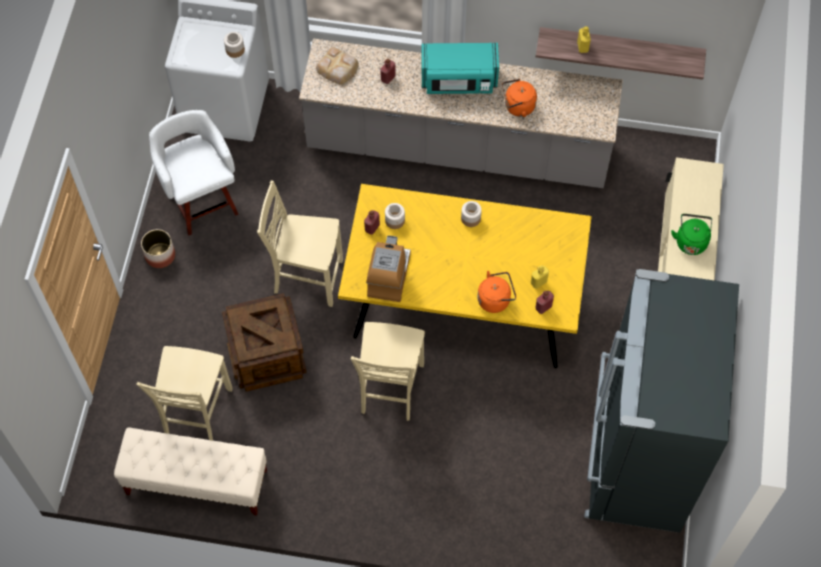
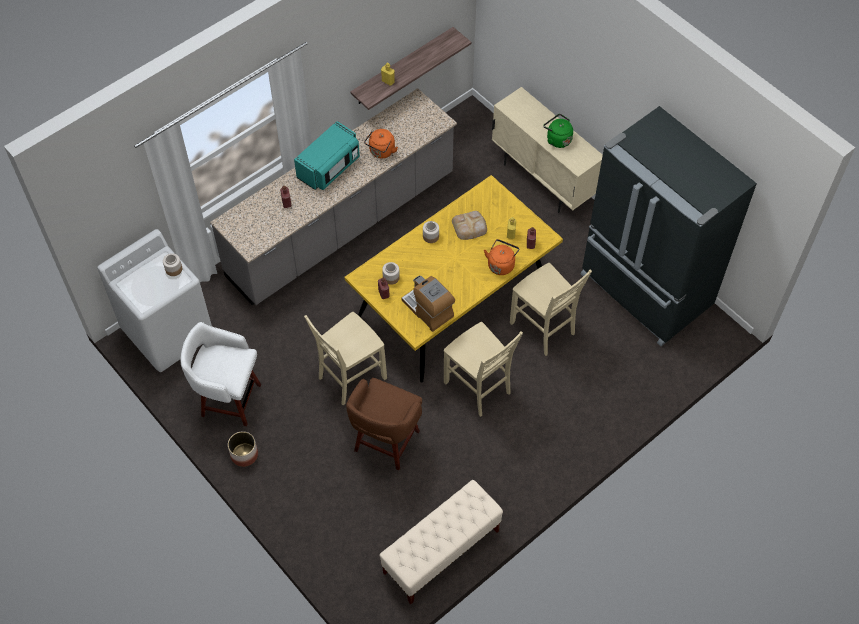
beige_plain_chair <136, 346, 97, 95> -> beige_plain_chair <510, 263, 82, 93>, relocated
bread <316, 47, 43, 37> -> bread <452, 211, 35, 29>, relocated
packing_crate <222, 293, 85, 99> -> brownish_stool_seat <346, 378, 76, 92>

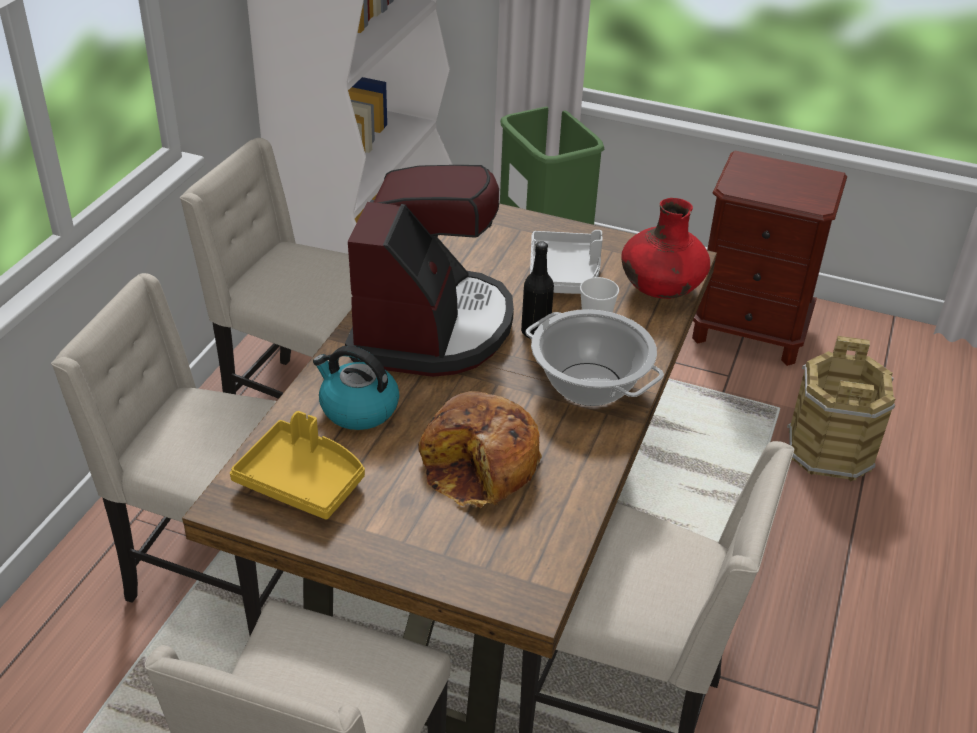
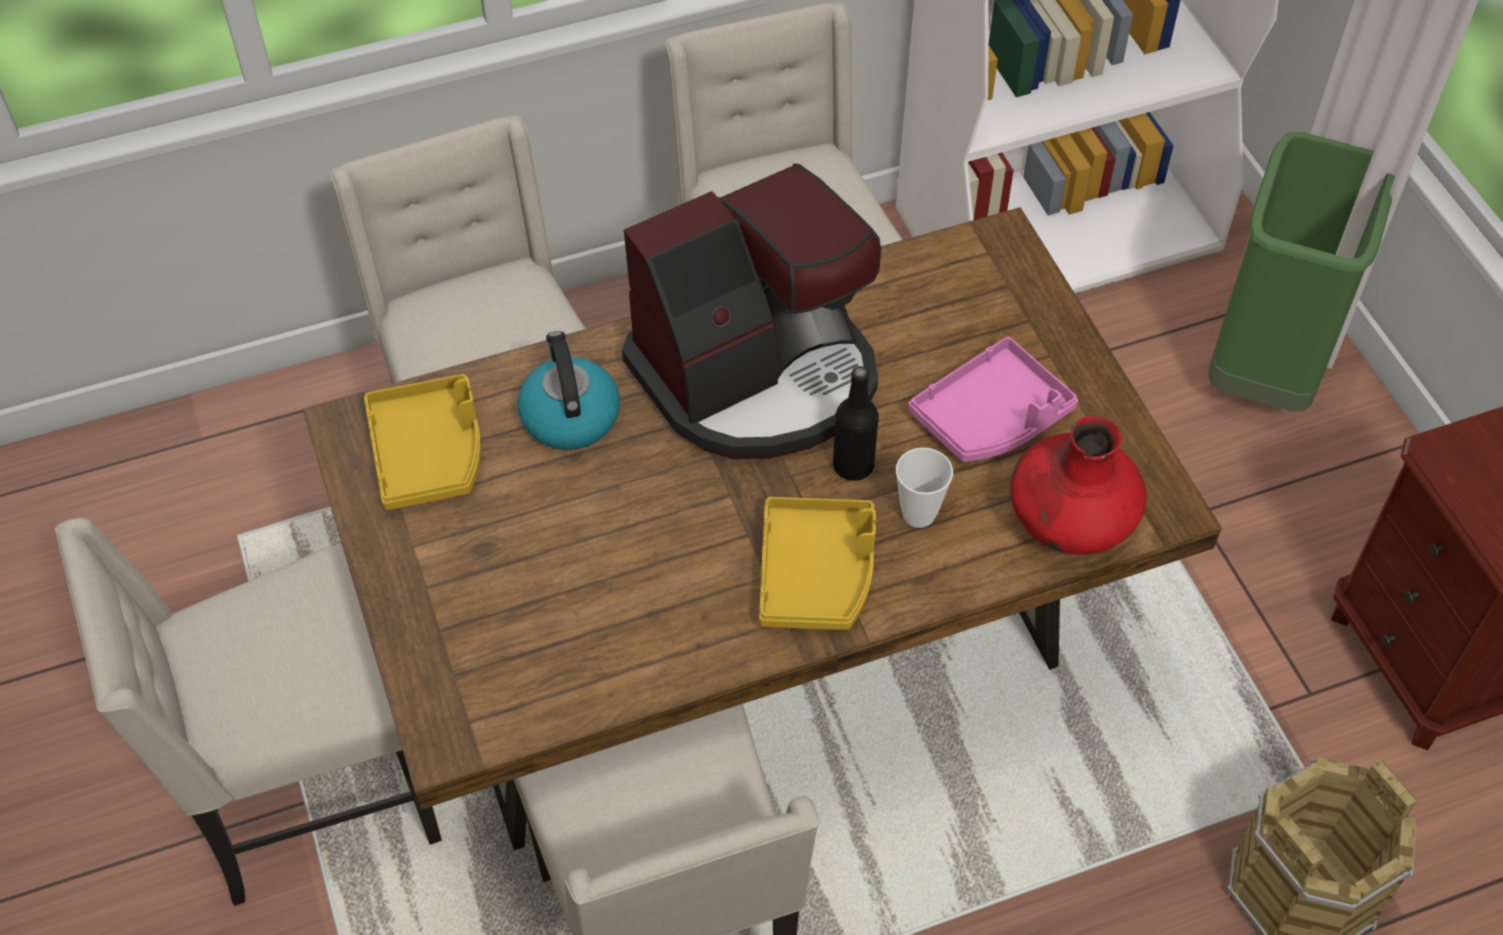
bread <418, 391, 124, 117> -> none
saucepot <525, 309, 139, 97> -> yellow-coloured_carrying_tray <759, 497, 117, 133>
greyish_carrying_tray <530, 230, 73, 64> -> pink-coloured_carrying_tray <908, 337, 170, 125>

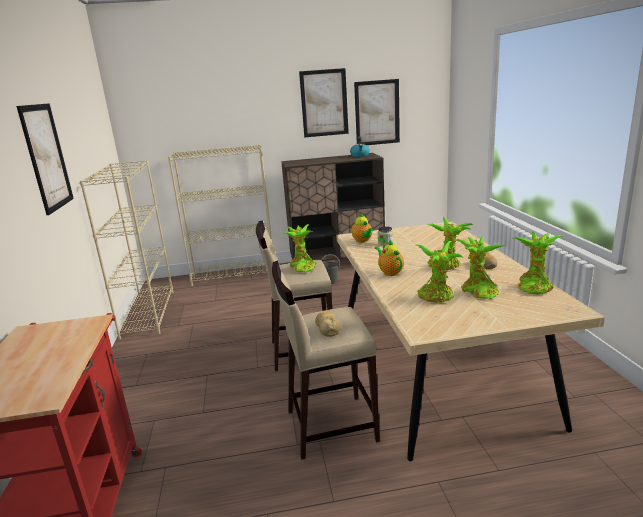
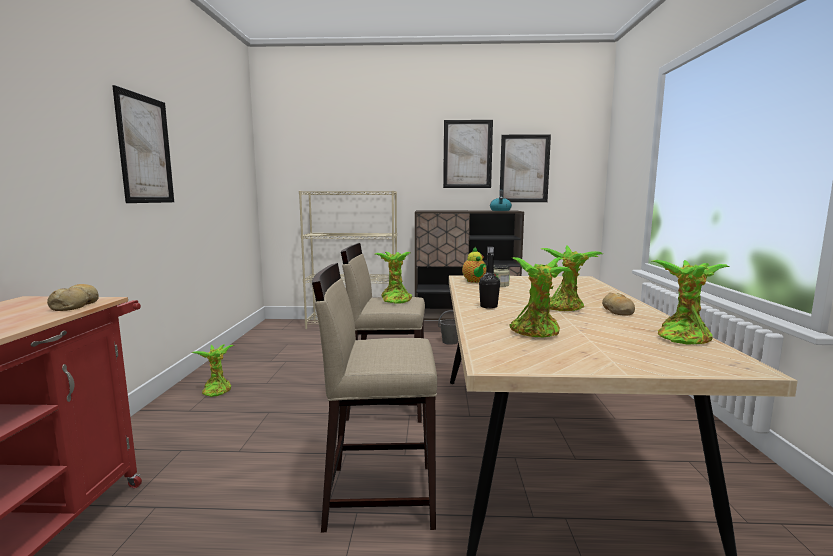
beige_shelving_unit <80, 160, 94, 180> -> none
bread <315, 311, 26, 26> -> bread <47, 284, 52, 27>, relocated
potted_plant <456, 236, 48, 63> -> potted_plant <192, 344, 43, 53>, relocated
teapot <375, 239, 29, 37> -> blackish_bottle <479, 247, 21, 62>

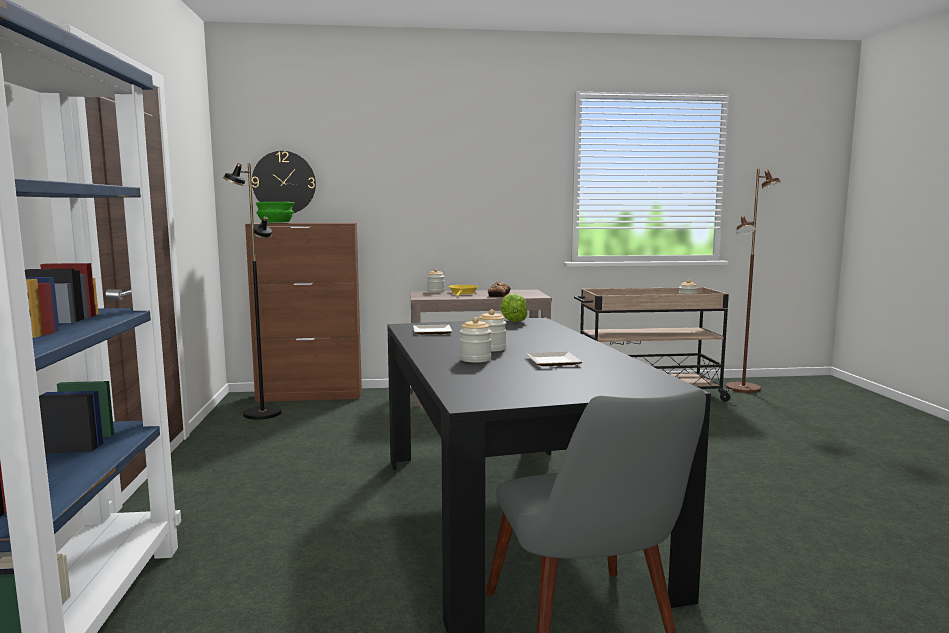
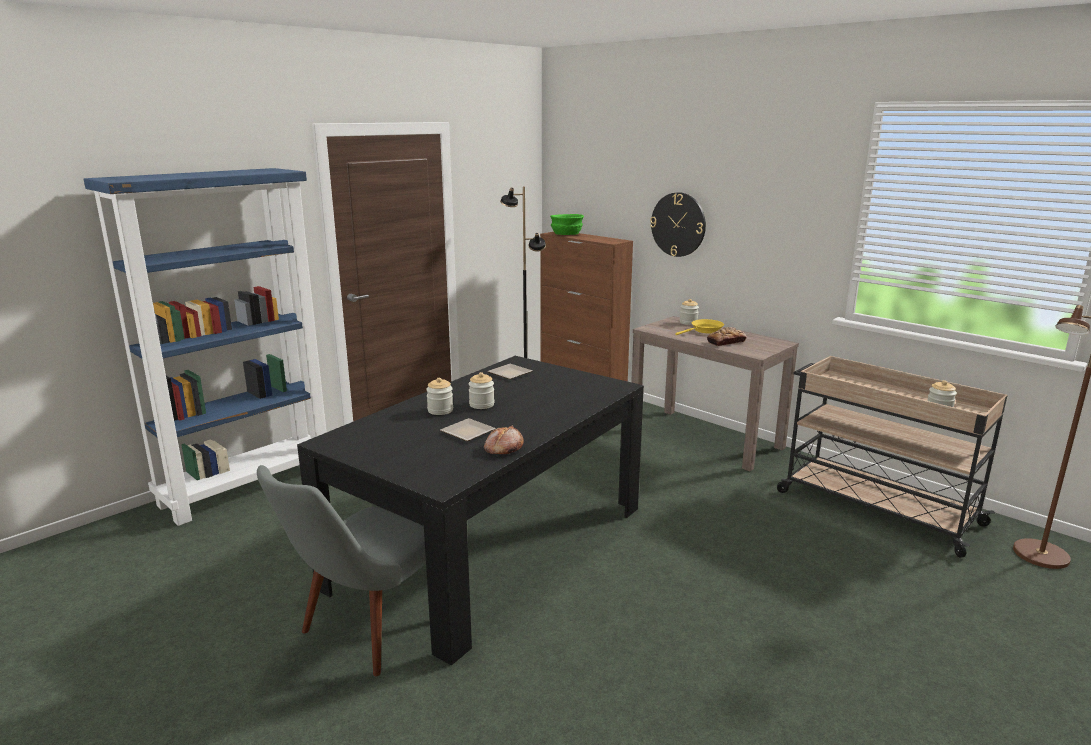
lettuce <500, 293, 28, 29> -> none
none -> bread <484, 426, 40, 28>
wall_clock <252, 151, 64, 62> -> wall_clock <650, 192, 56, 65>, relocated

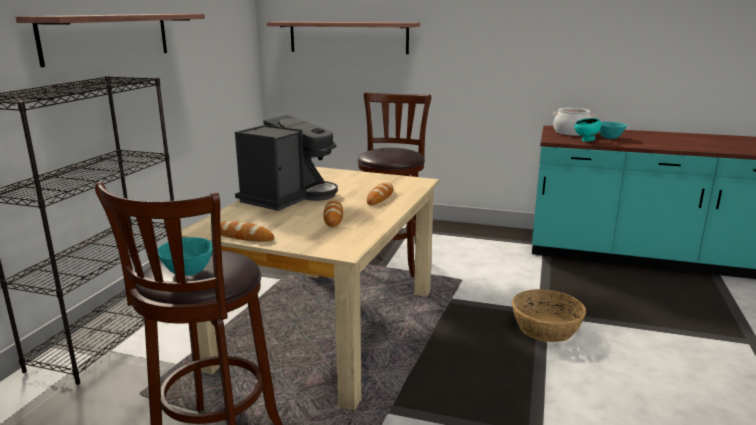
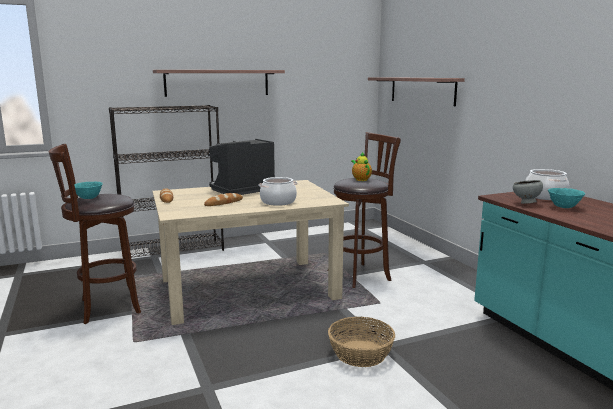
none -> teapot <351, 152, 21, 29>
bread <367, 183, 26, 22> -> saucepot <258, 177, 39, 29>
blue-green_bowl <574, 118, 27, 24> -> greyish_bowl <513, 180, 30, 24>
coffee_maker <235, 115, 103, 96> -> coffee_maker <208, 139, 67, 56>, 150 degrees clockwise

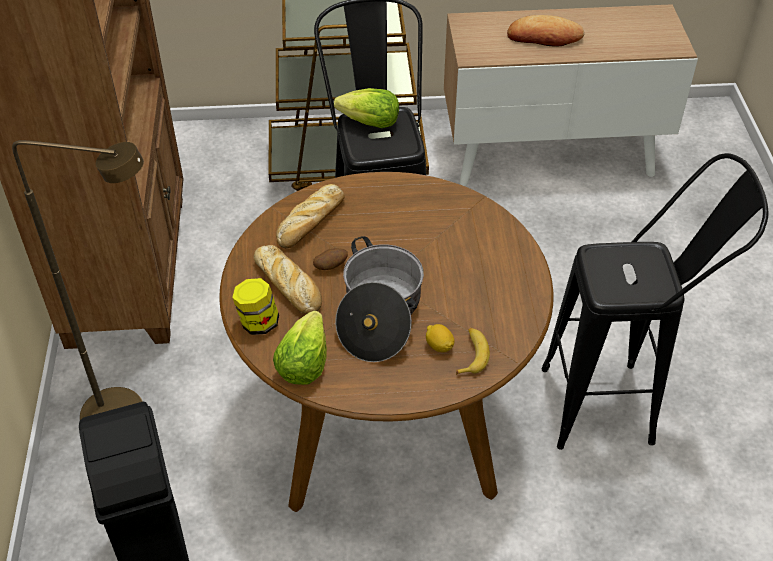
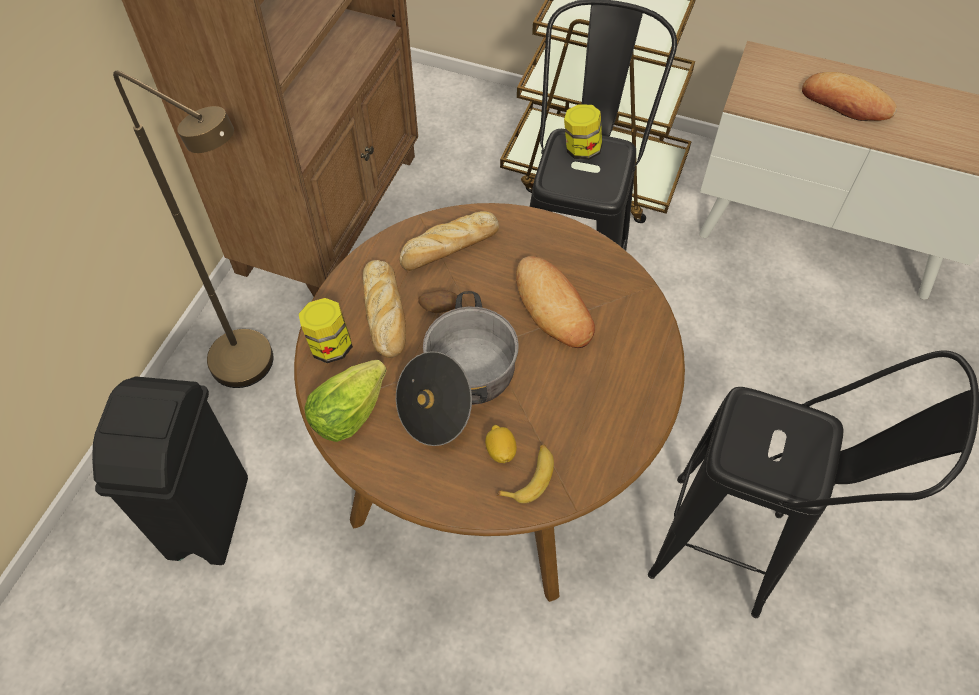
none -> bread <516, 256, 79, 92>
lettuce <334, 88, 65, 40> -> jar <564, 104, 38, 56>

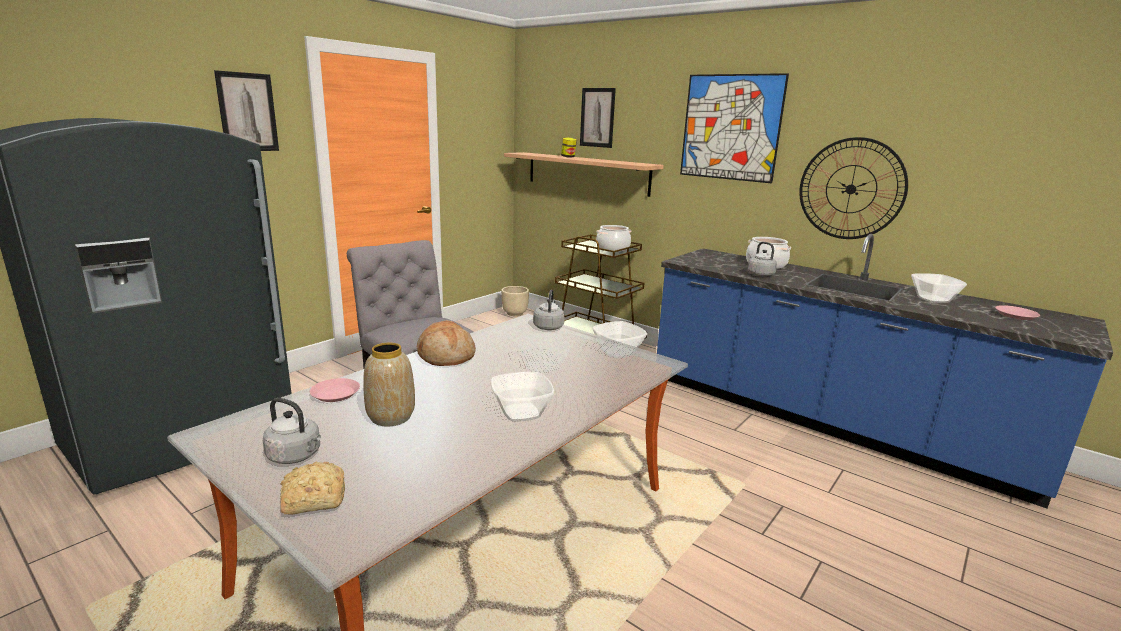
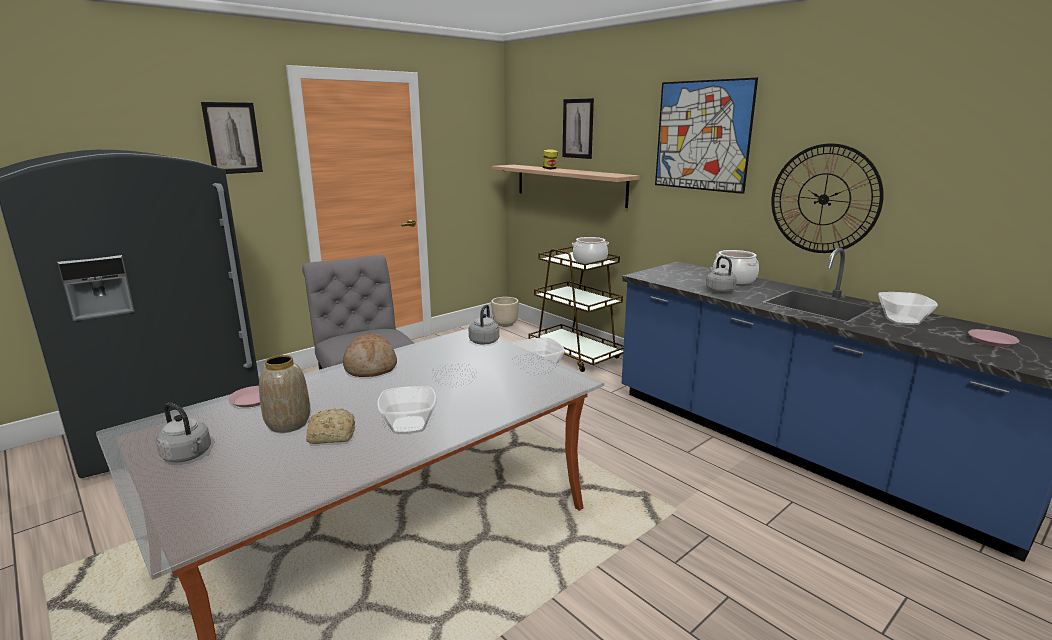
bread <280, 462, 65, 53> -> bread <306, 408, 49, 36>, relocated

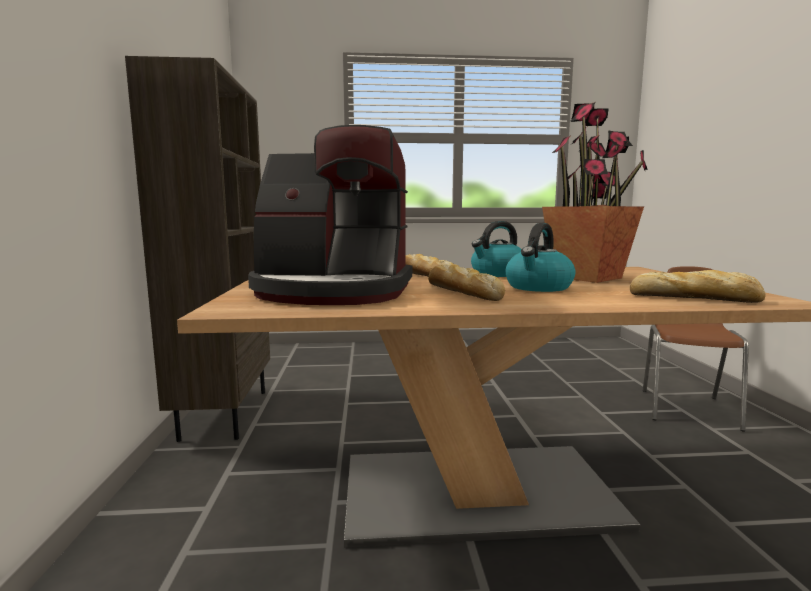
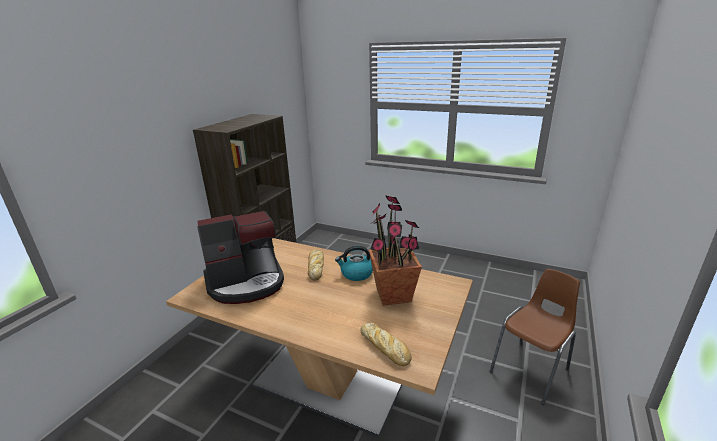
bread <428, 264, 77, 37> -> none
tea_kettle <505, 223, 71, 69> -> none
coffee_maker <248, 125, 164, 180> -> coffee_maker <197, 211, 87, 93>, 60 degrees counterclockwise

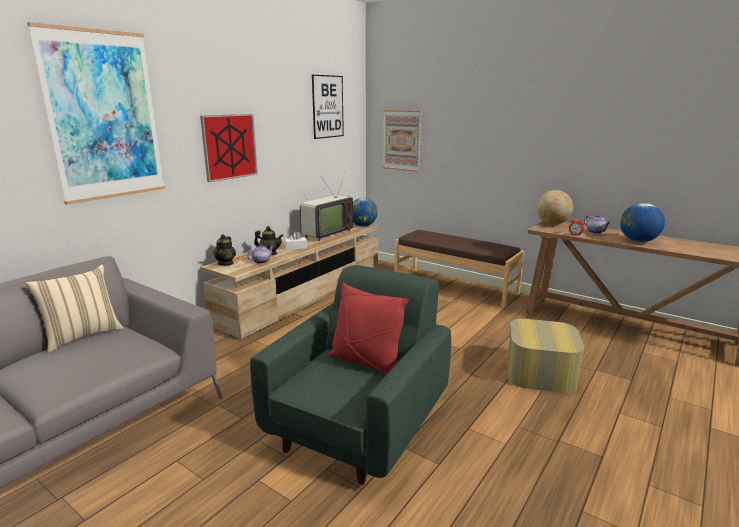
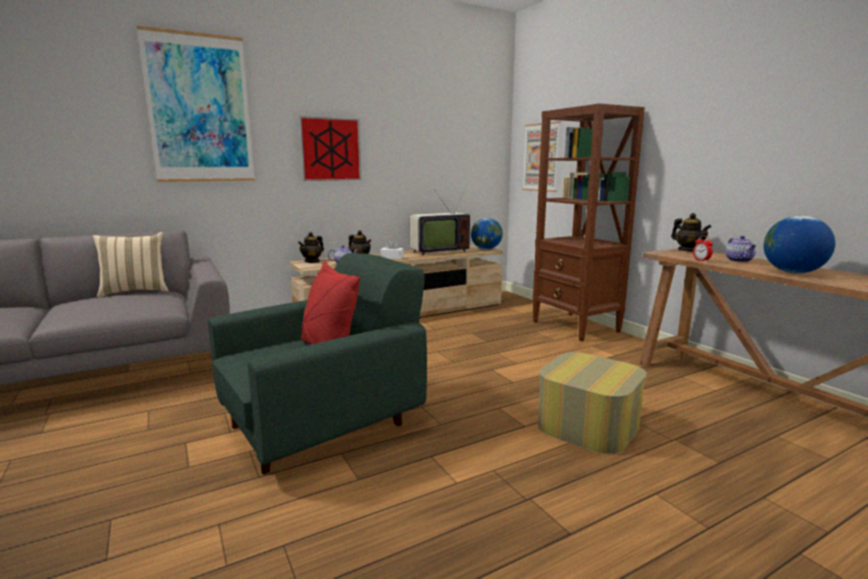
wall_picture <312, 75, 32, 64> -> none
brownish_long_seat <395, 230, 129, 78> -> brownish_shelving_unit <532, 103, 113, 239>
globe <536, 190, 37, 35> -> teapot <671, 213, 40, 39>

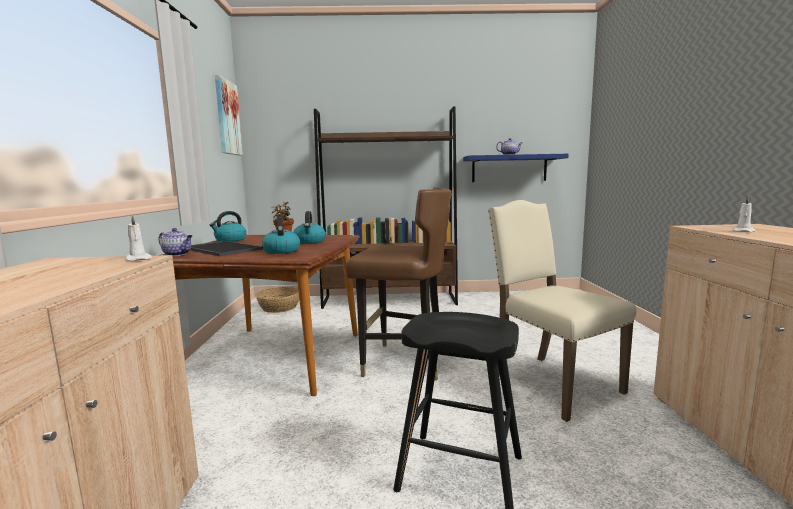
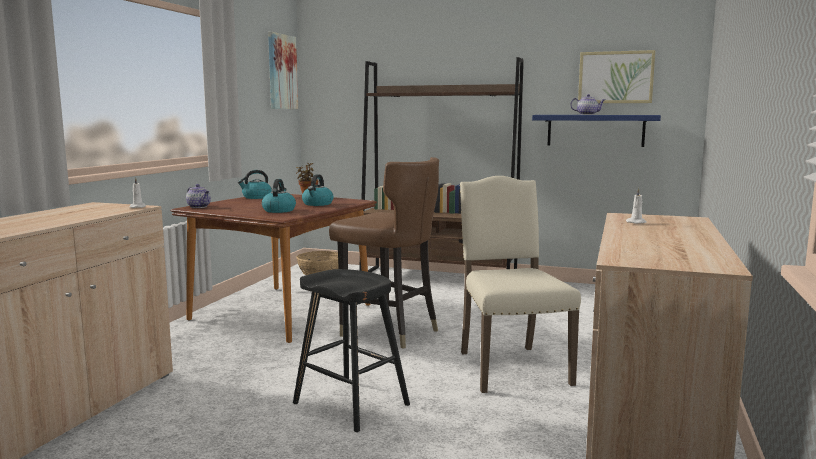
carrying_tray <190, 241, 73, 15> -> none
none -> wall_picture <578, 50, 77, 53>

